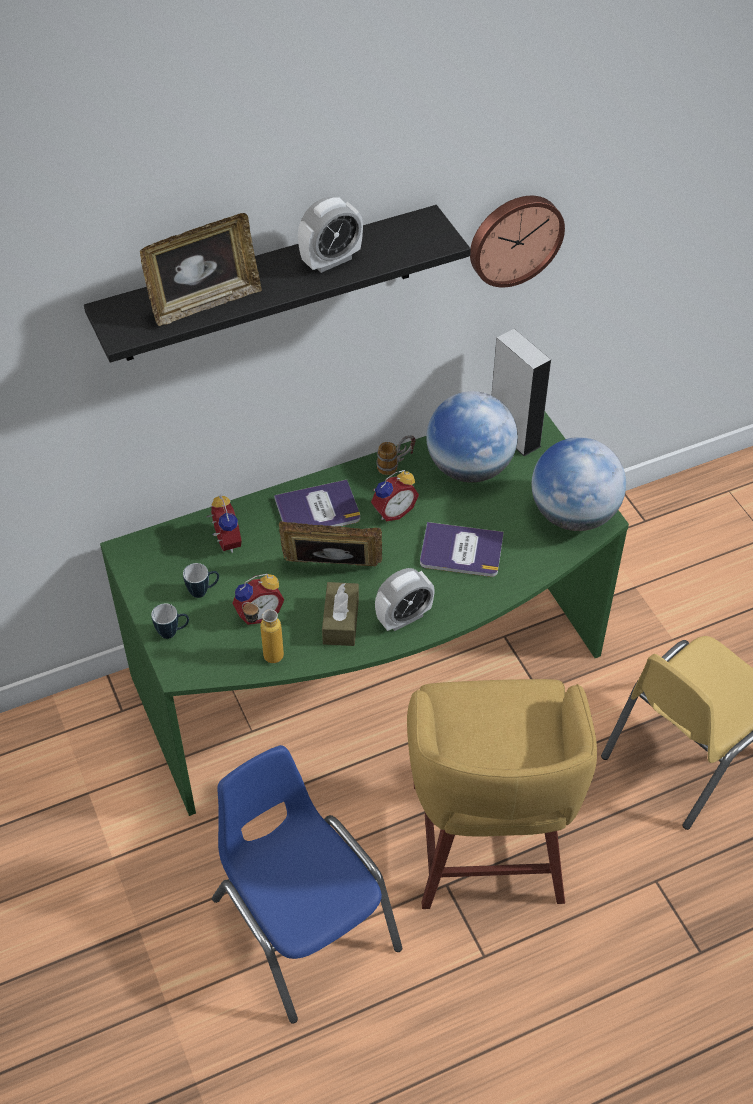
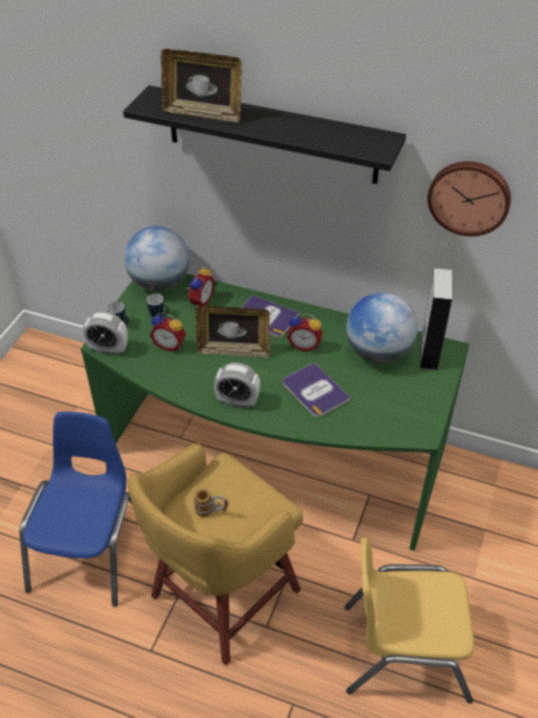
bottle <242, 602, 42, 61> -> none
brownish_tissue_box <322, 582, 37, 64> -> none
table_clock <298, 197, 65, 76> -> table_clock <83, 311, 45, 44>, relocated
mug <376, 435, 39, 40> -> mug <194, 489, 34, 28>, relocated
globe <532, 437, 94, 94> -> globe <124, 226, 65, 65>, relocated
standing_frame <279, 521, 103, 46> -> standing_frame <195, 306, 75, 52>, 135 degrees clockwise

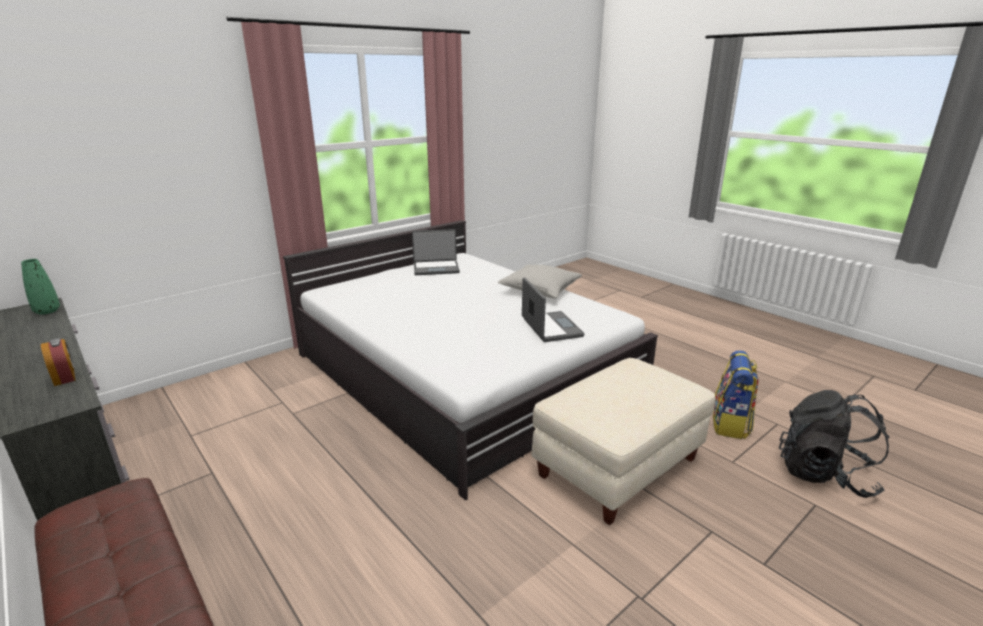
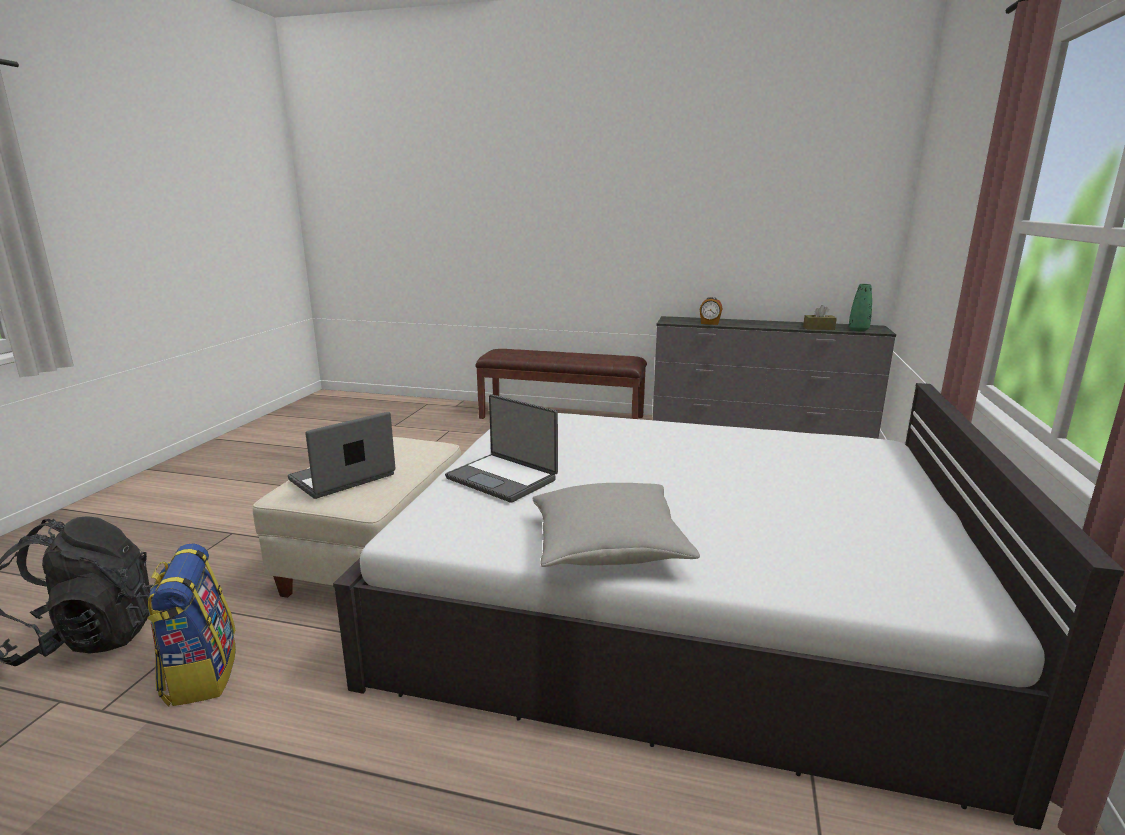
none -> brownish_tissue_box <803, 305, 34, 25>
portable_computer <412, 229, 48, 46> -> portable_computer <288, 412, 107, 87>, relocated

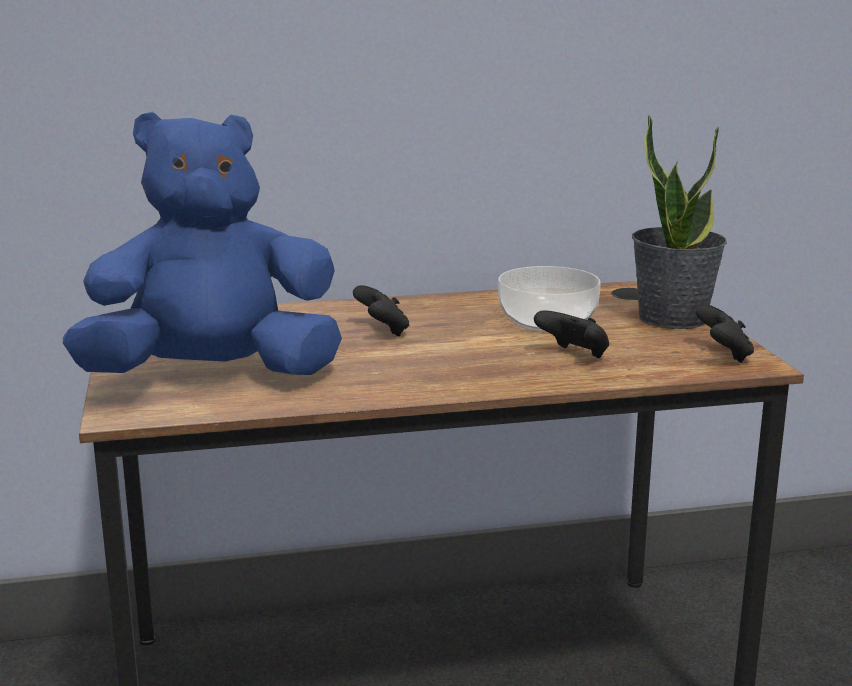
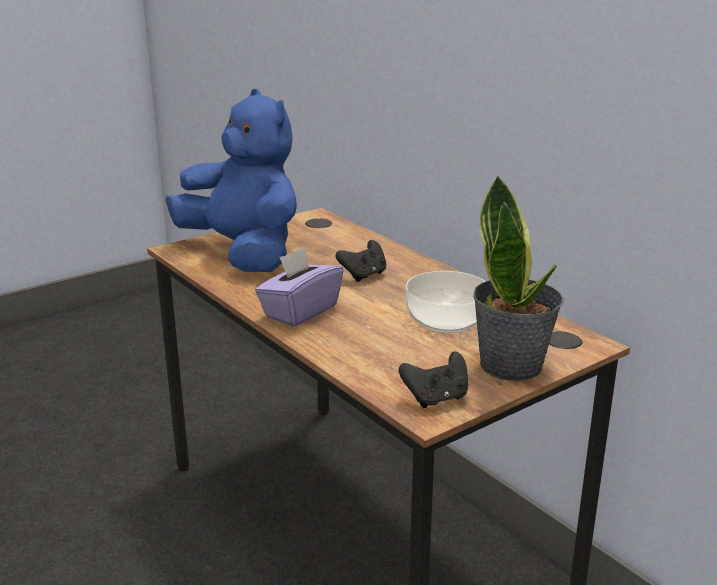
blackish_gamepad <534, 310, 75, 48> -> none
none -> purple_tissue_box <255, 247, 89, 80>

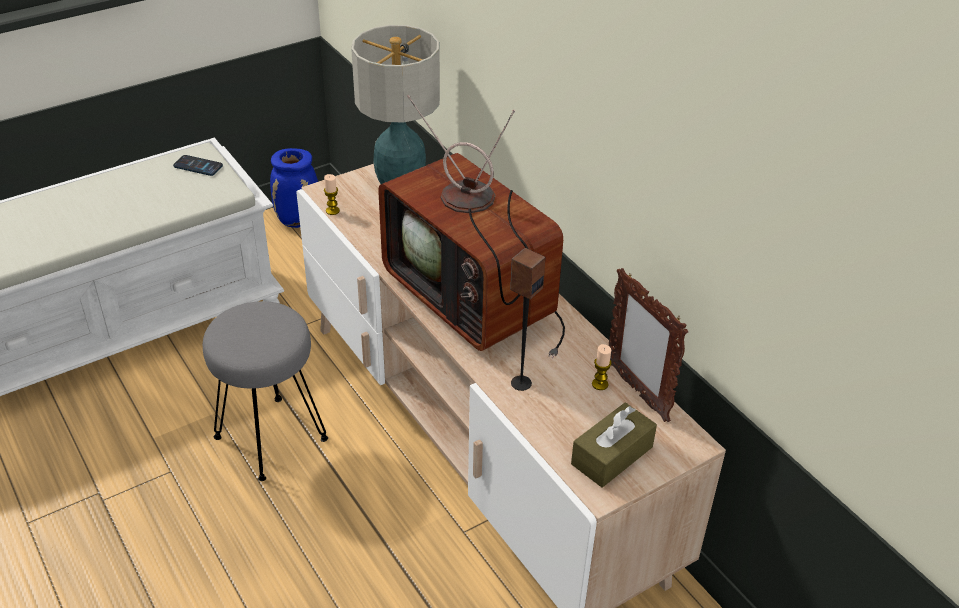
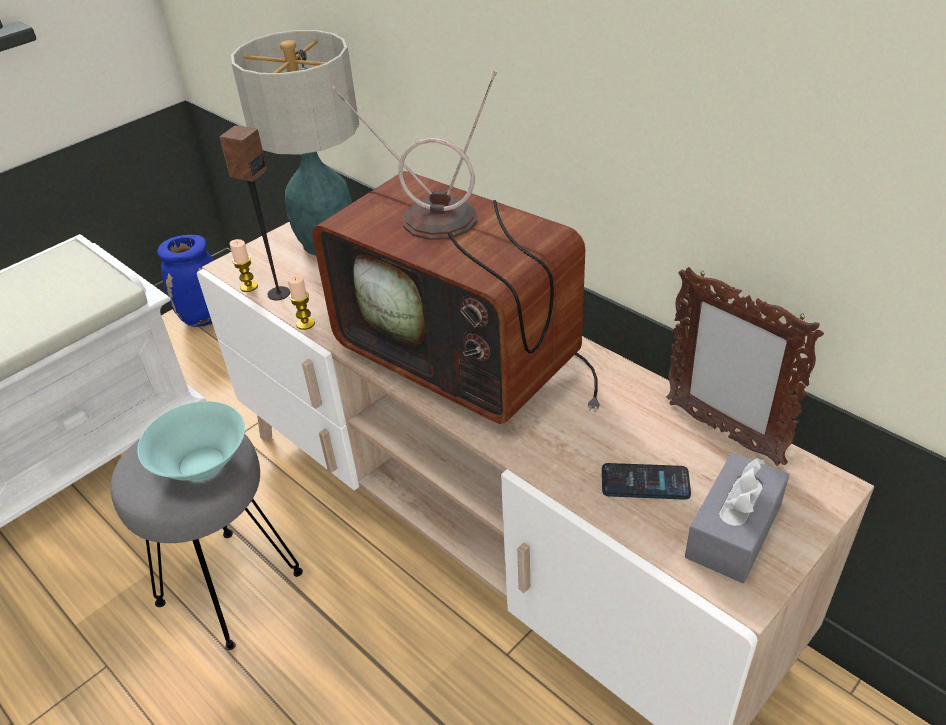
none -> blue-green_bowl <137, 401, 108, 80>
handset <173, 155, 50, 21> -> handset <602, 463, 89, 37>, relocated
loudspeaker <510, 248, 35, 143> -> loudspeaker <220, 125, 70, 175>, relocated
wax_candle <592, 344, 19, 46> -> wax_candle <287, 274, 28, 56>, relocated
brownish_tissue_box <571, 403, 86, 84> -> greyish_tissue_box <685, 452, 104, 131>

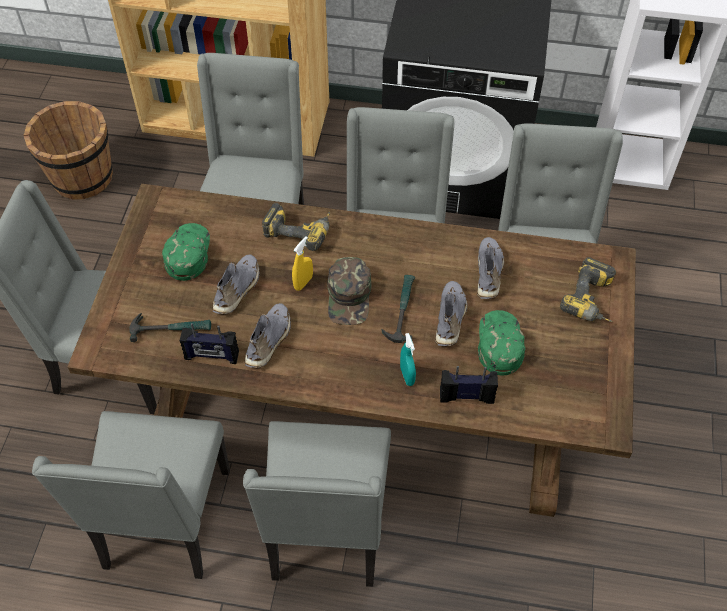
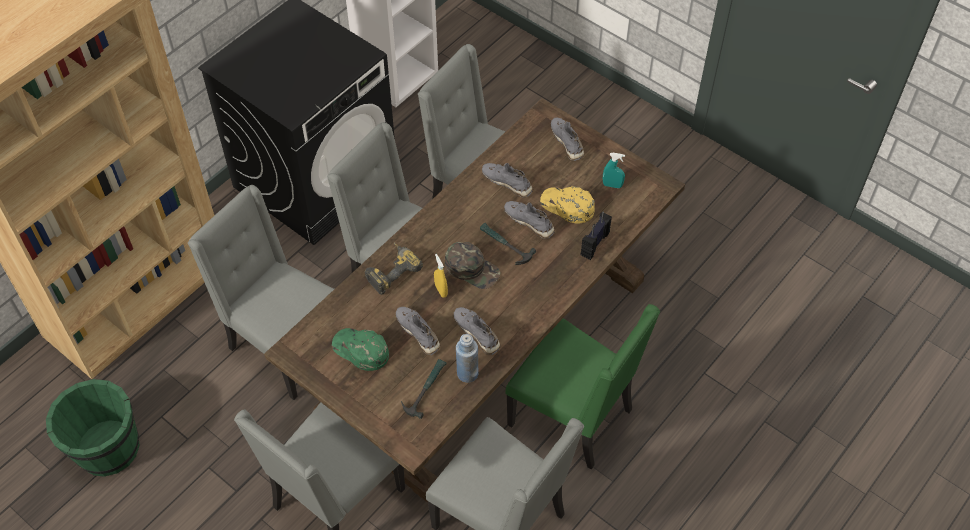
blue-green_hand_sprayer <400, 333, 16, 53> -> blue-green_hand_sprayer <603, 153, 22, 35>, relocated
radio_set <180, 323, 59, 41> -> blue-coloured_bottle <456, 334, 22, 49>
power_drill <560, 257, 56, 65> -> greyish_item_of_footwear <551, 118, 33, 43>
brownish_pail <23, 101, 90, 98> -> greenish_pail <46, 379, 94, 98>
greyish_plain_chair <243, 421, 148, 166> -> greenish_plain_chair <505, 304, 155, 166>
greenish_peaked_cap <478, 310, 47, 65> -> yellow-coloured_peaked_cap <540, 187, 55, 36>

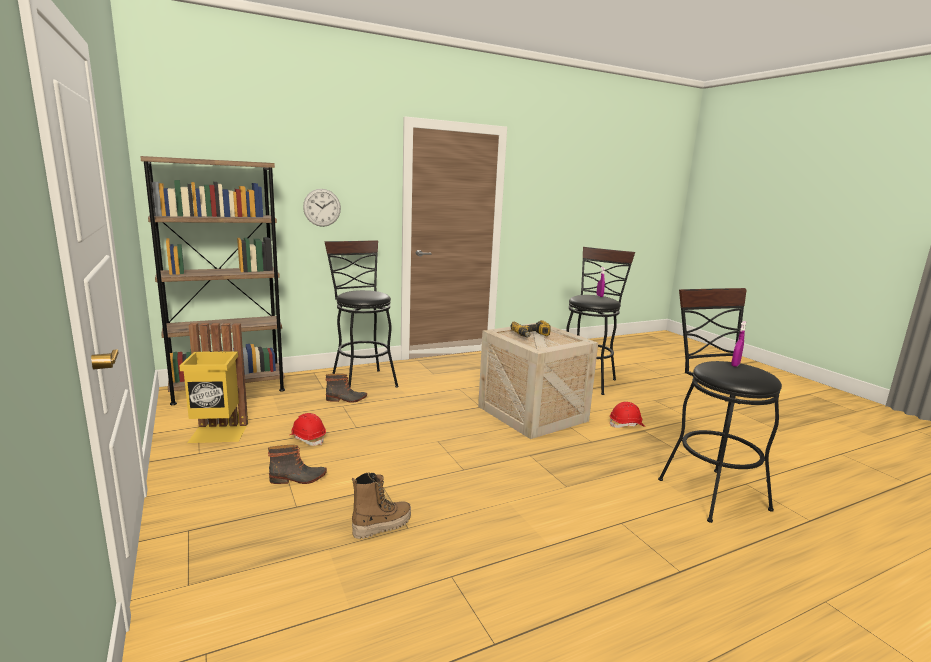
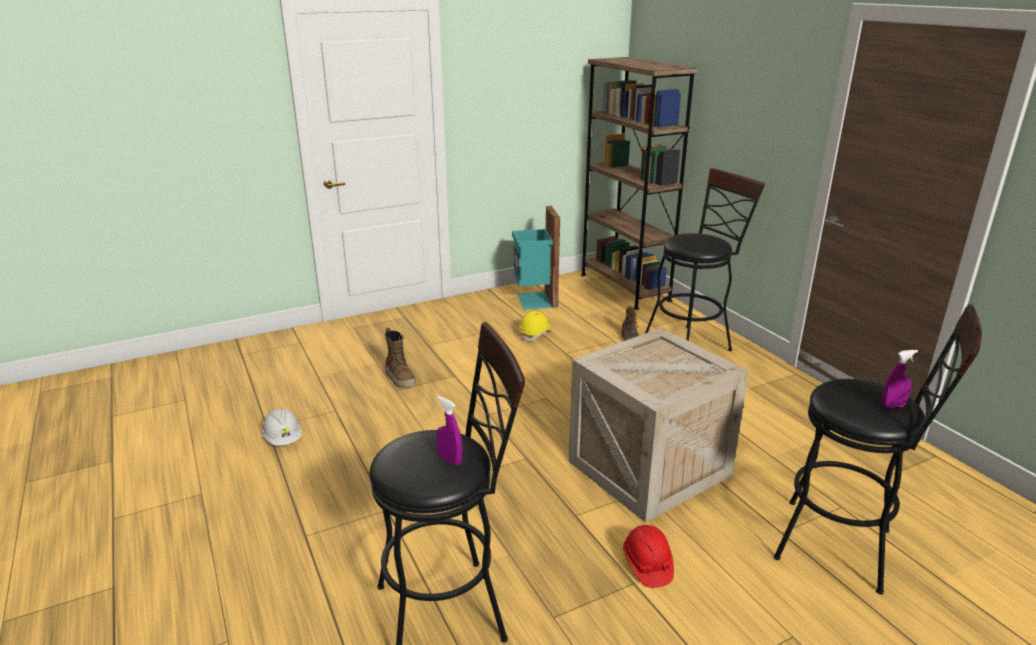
tall_boot <268, 445, 59, 39> -> none
wall_clock <303, 189, 38, 38> -> none
power_drill <510, 320, 41, 18> -> none
none -> white-coloured_safety_helmet <262, 408, 39, 38>
yellow-coloured_trash_can <180, 323, 68, 120> -> blue-green_trash_can <512, 206, 48, 104>
reddish_safety_helmet <290, 413, 36, 33> -> yellow-coloured_safety_helmet <519, 311, 33, 31>

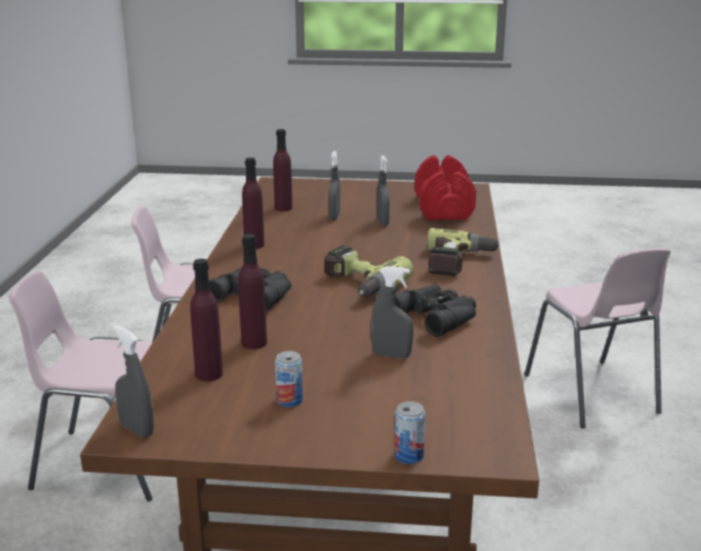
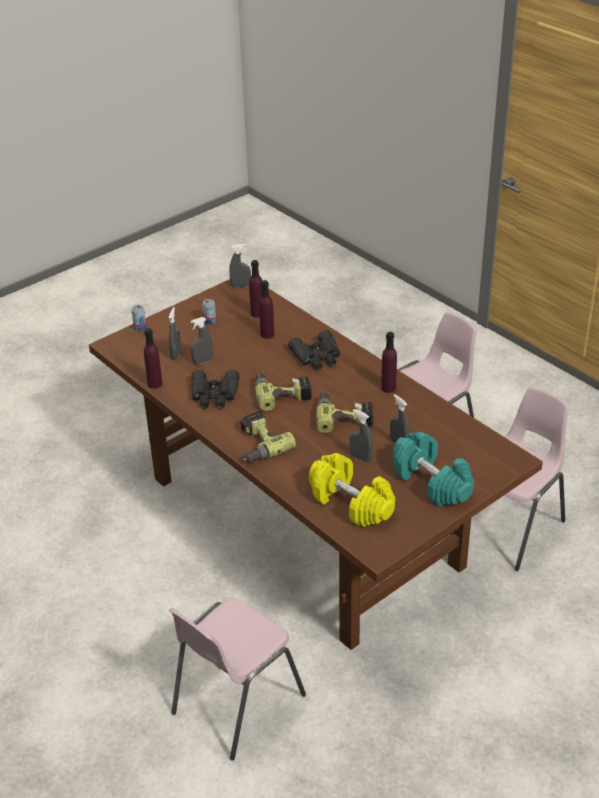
none -> greyish_hand_sprayer <169, 307, 12, 53>
none -> power_drill <316, 392, 58, 41>
none -> blue-green_free_weight <392, 432, 82, 75>
purple_bottle <273, 129, 19, 82> -> purple_bottle <144, 328, 19, 61>, relocated
reddish_free_weight <415, 155, 61, 65> -> yellow-coloured_free_weight <309, 453, 86, 74>
pink-coloured_plain_chair <524, 248, 147, 180> -> pink-coloured_plain_chair <169, 598, 137, 163>, 75 degrees counterclockwise

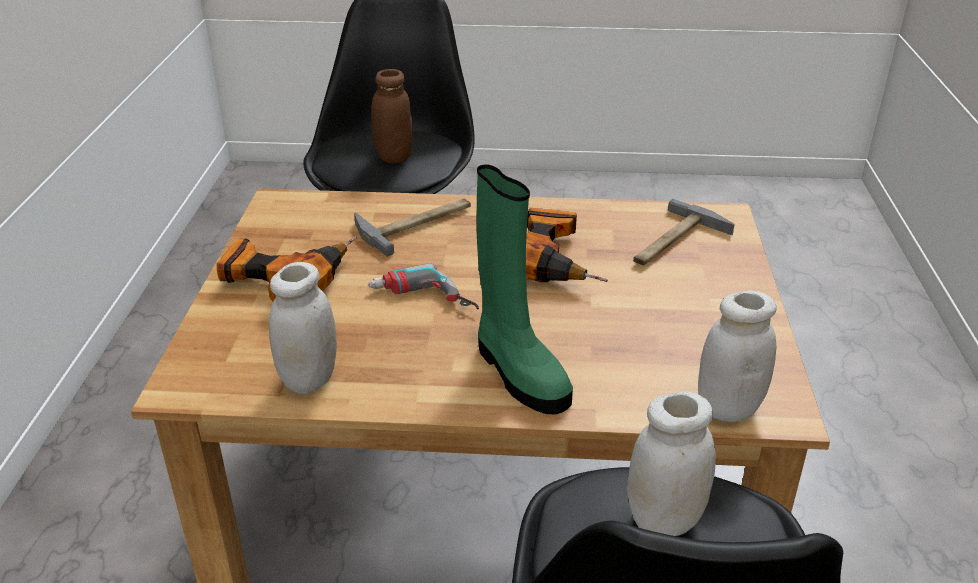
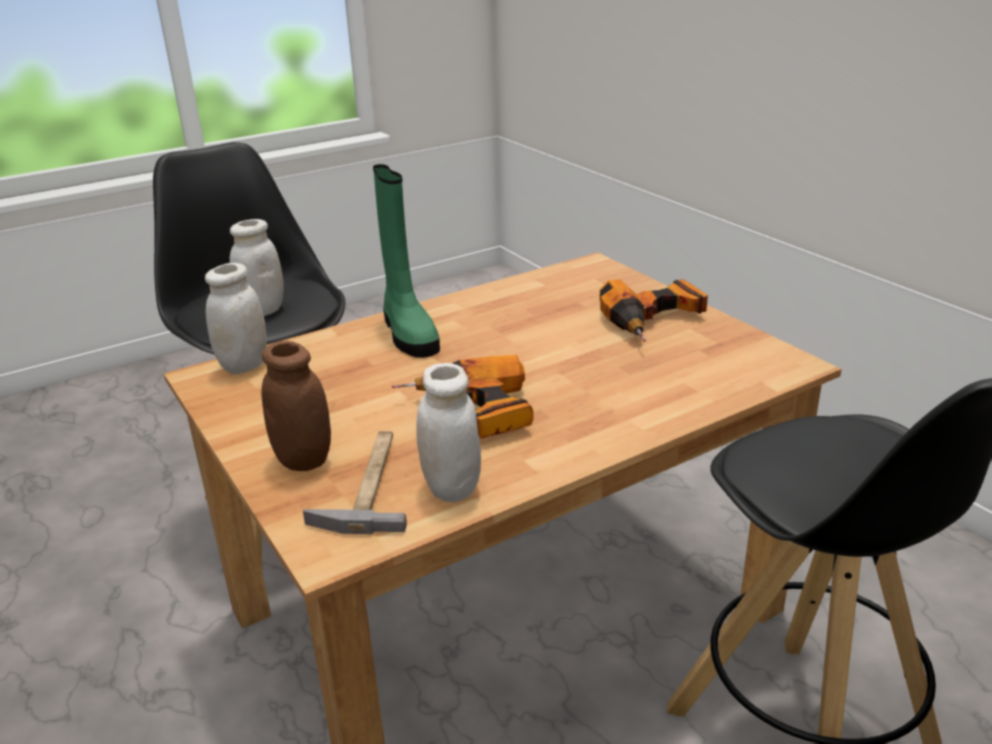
hammer <354, 198, 117, 59> -> none
power_drill <368, 263, 111, 46> -> none
white-coloured_jar <269, 262, 68, 132> -> white-coloured_jar <416, 363, 65, 139>, relocated
brownish_jar <371, 69, 42, 94> -> brownish_jar <262, 341, 69, 130>, relocated
greenish_tall_boot <477, 164, 96, 251> -> greenish_tall_boot <373, 164, 67, 194>, 135 degrees counterclockwise

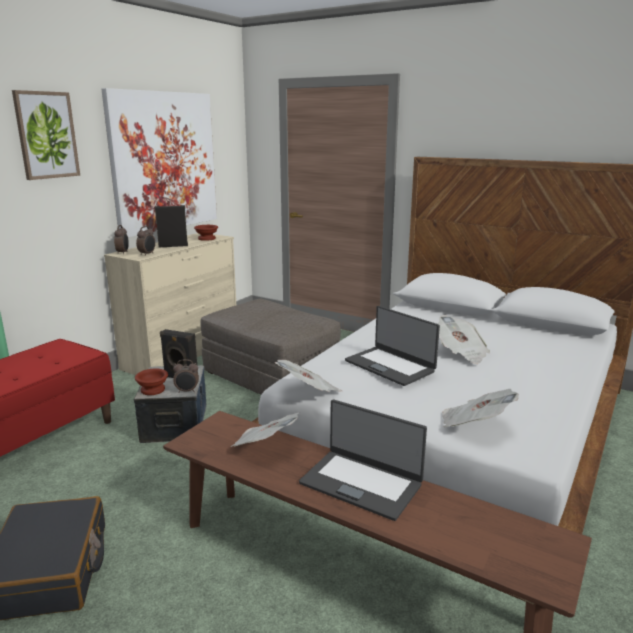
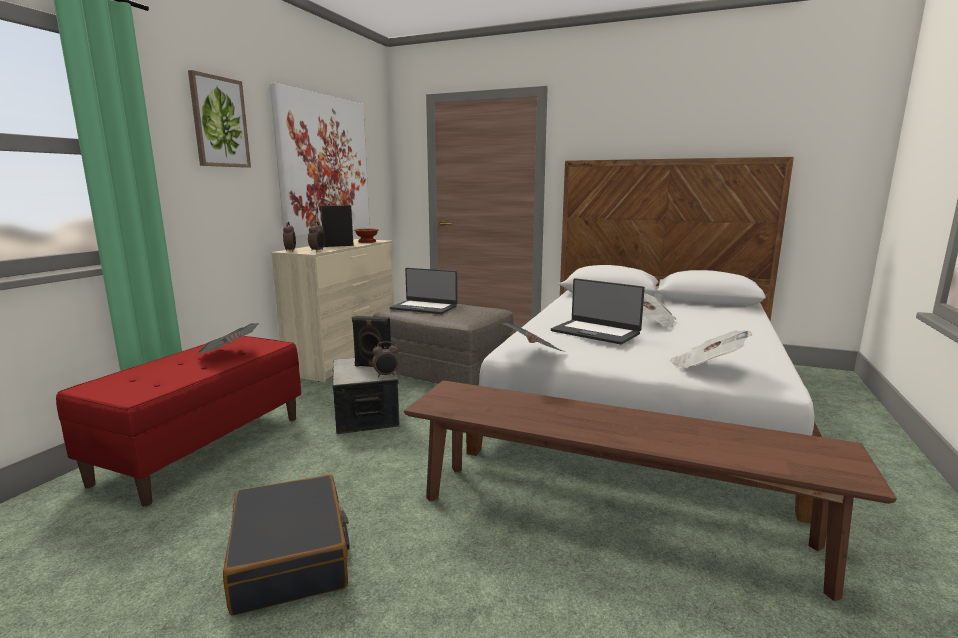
brownish_bowl <135, 368, 33, 27> -> none
newspaper <230, 412, 70, 35> -> newspaper <197, 323, 62, 31>, relocated
portable_computer <299, 399, 128, 122> -> portable_computer <390, 268, 67, 46>, relocated

